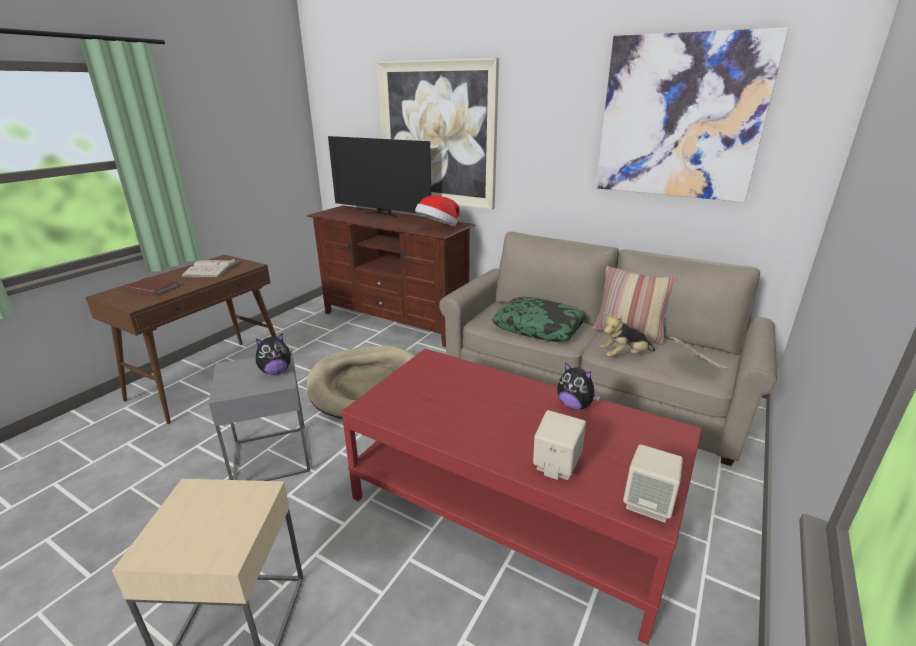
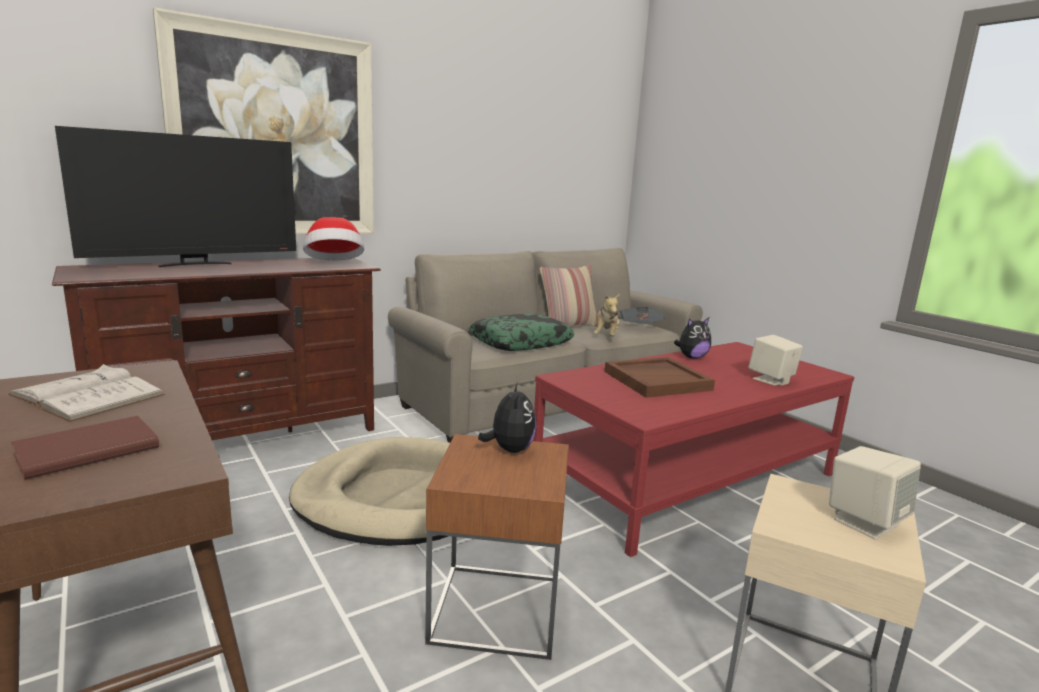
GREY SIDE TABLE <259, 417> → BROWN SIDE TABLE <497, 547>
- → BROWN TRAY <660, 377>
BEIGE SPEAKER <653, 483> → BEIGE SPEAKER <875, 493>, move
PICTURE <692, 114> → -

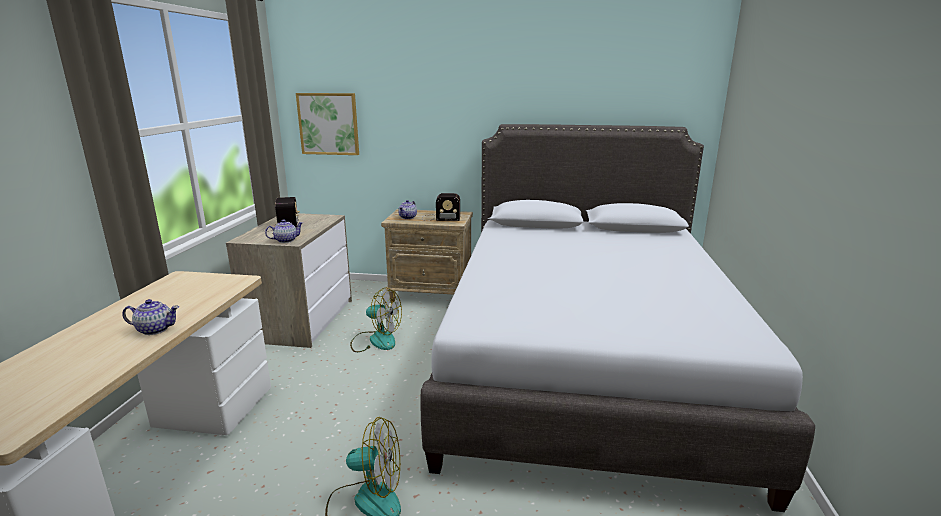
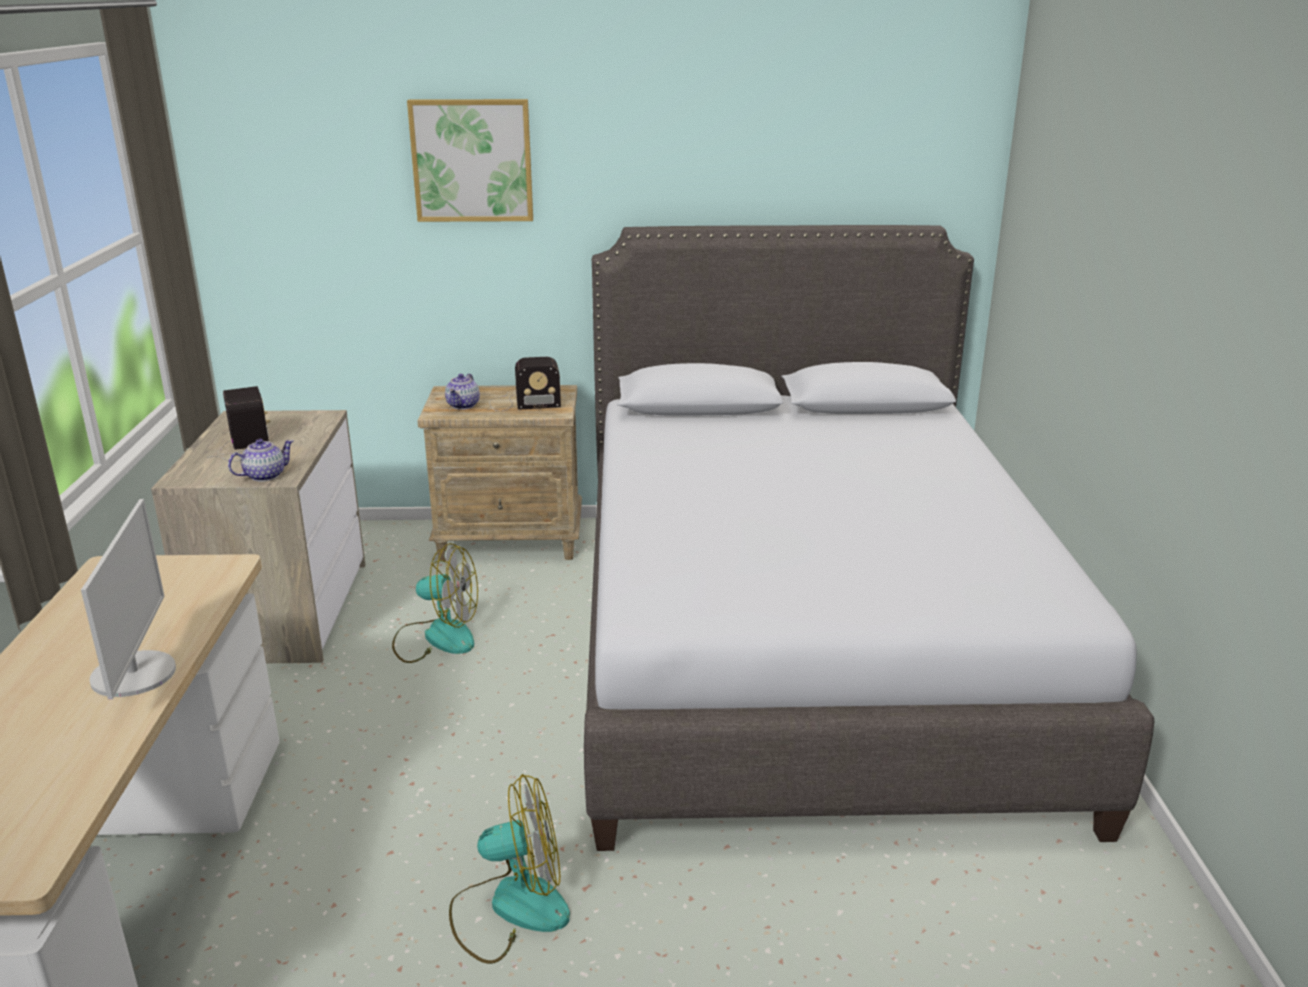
TEAPOT <150, 317> → MONITOR <128, 599>
PICTURE <327, 124> → PICTURE <470, 160>, move

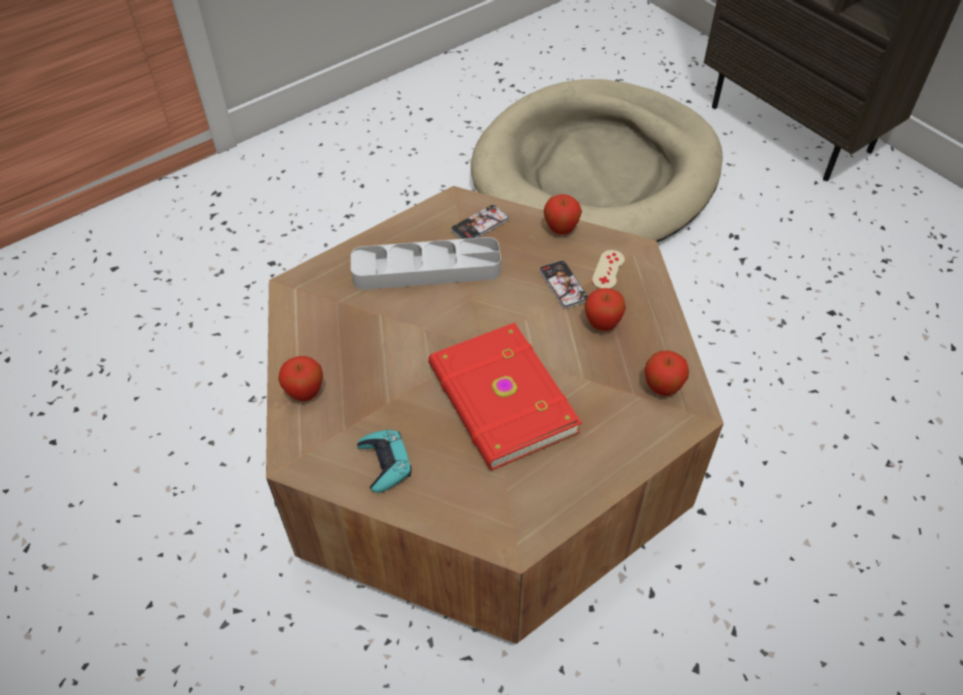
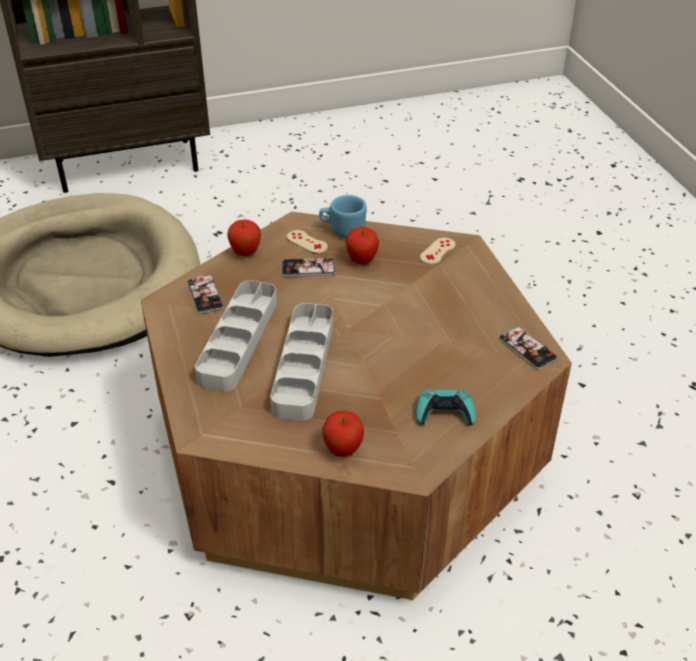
- → GREY TRAY <301, 362>
- → BLUE MUG <342, 216>
APPLE <667, 373> → BEIGE GAME CONTROLLER <438, 251>
- → PHONE <528, 348>
RED BOOK <505, 396> → -

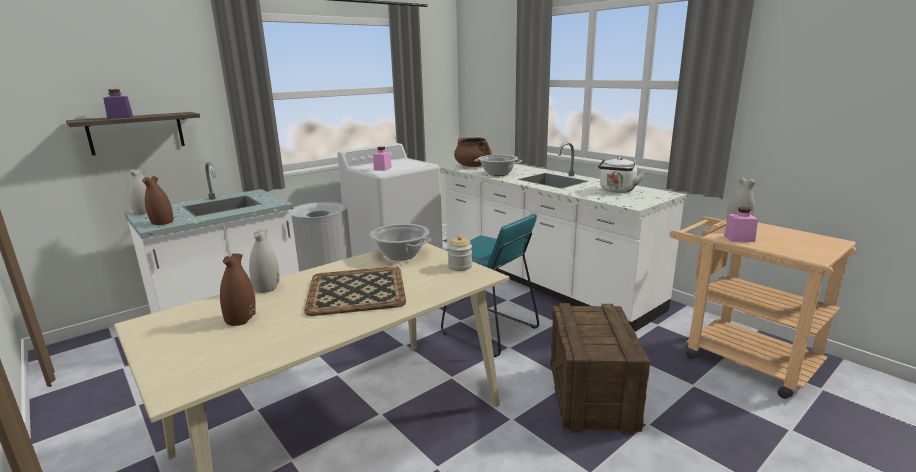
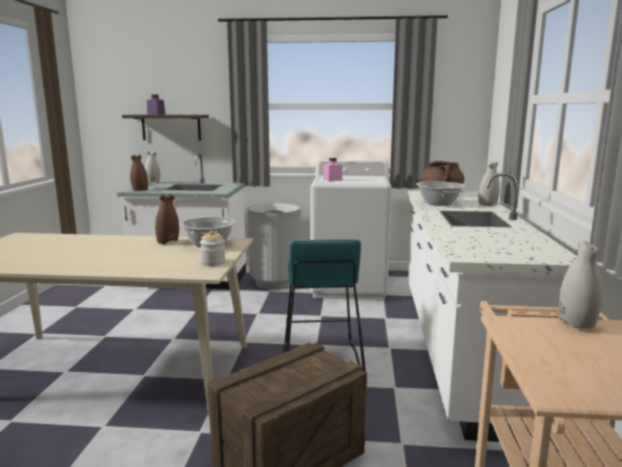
BROWN VASE <238, 289> → BROWN VASE <167, 219>, move
WHITE VASE <264, 261> → WHITE VASE <489, 184>, move
TRAY <355, 291> → -
WHITE KETTLE <621, 175> → -
PINK JAR <741, 224> → -

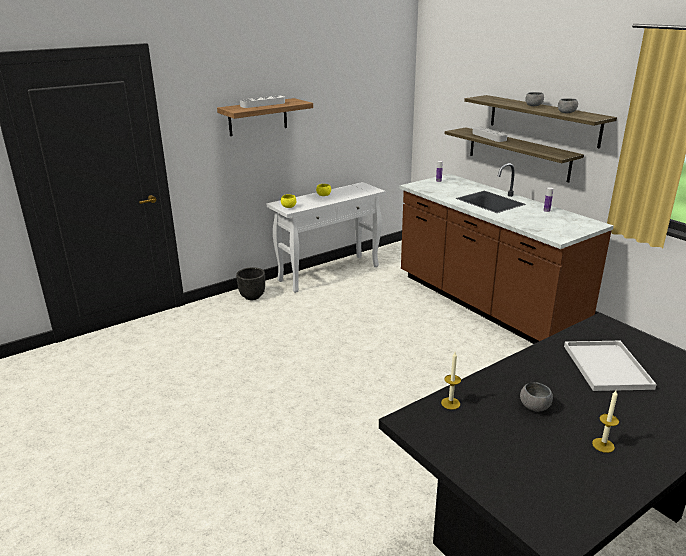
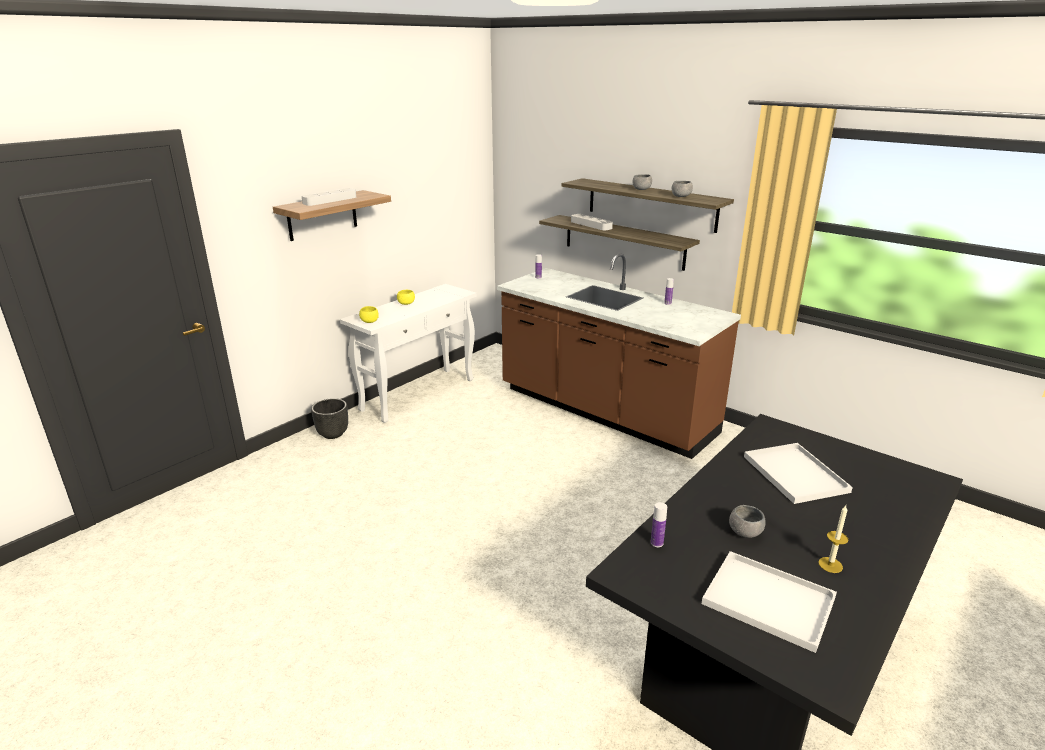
CANDLE <451, 381> → BOTTLE <659, 524>
- → WHITE TRAY <769, 602>

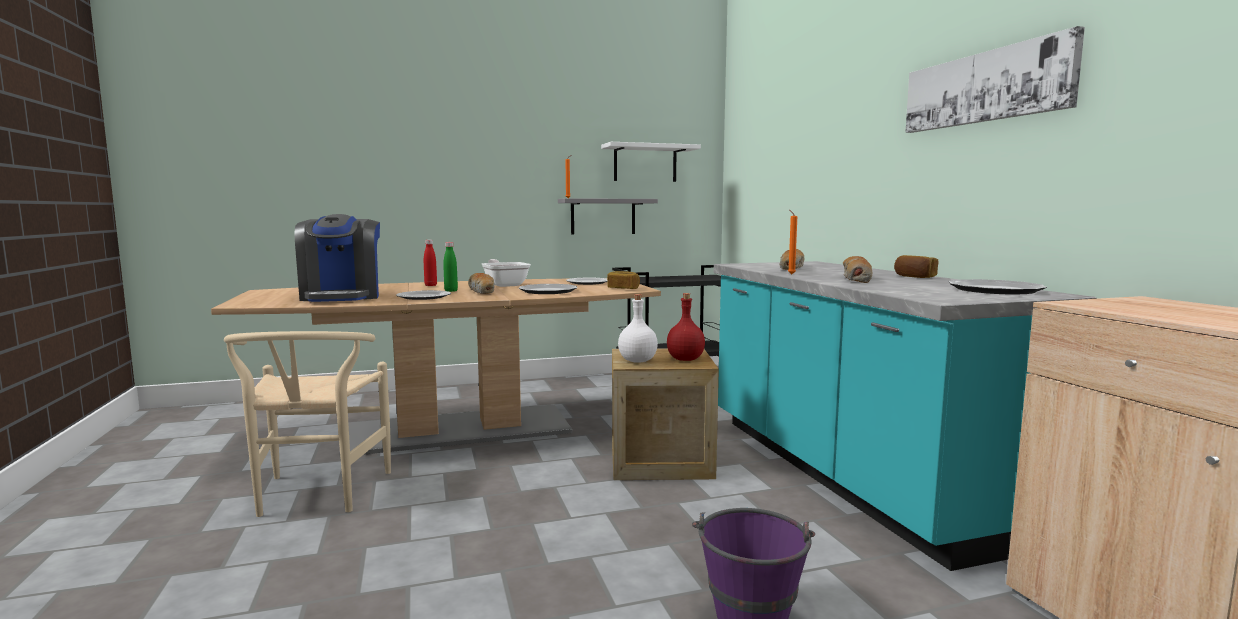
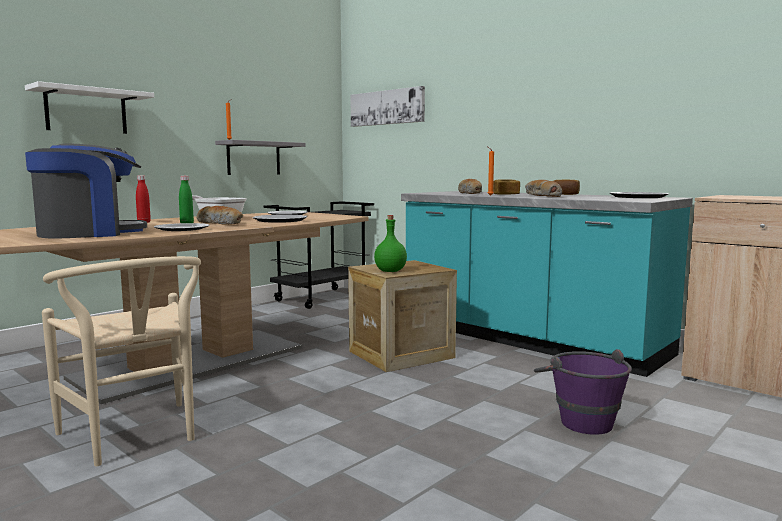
WHITE SHELF <651, 162> → WHITE SHELF <89, 107>, move
COFFEE MACHINE <337, 258> → COFFEE MACHINE <86, 191>, 75 degrees counterclockwise
PICTURE <995, 79> → PICTURE <388, 106>, move
WHITE BOTTLE <638, 328> → GREEN BOTTLE <390, 243>
BREAD <623, 280> → BREAD <506, 187>, move
RED BOTTLE <686, 327> → -

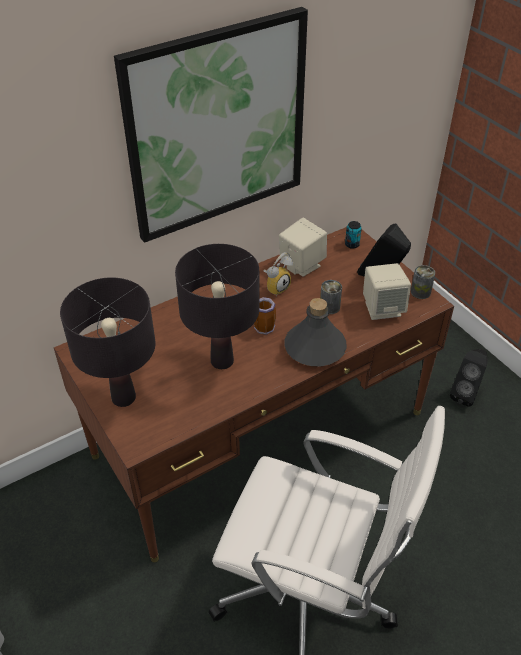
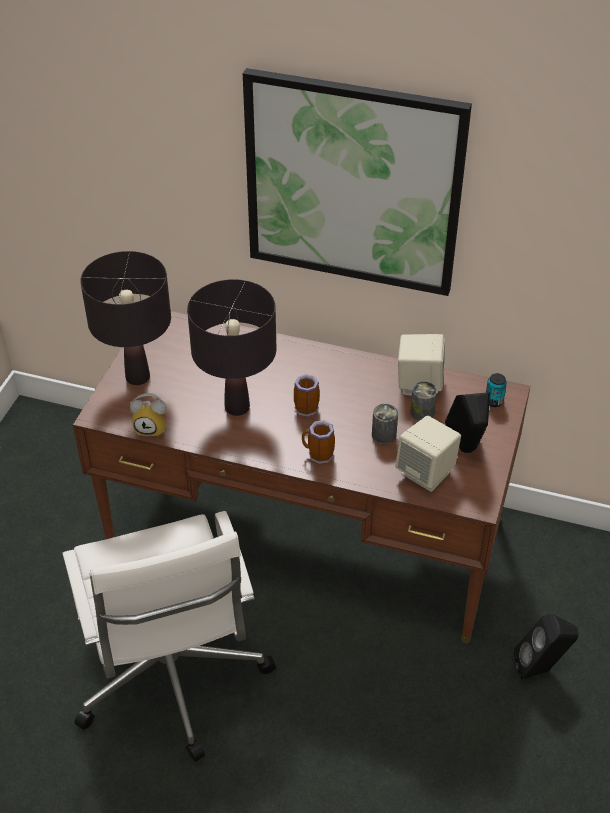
ALARM CLOCK <278, 274> → ALARM CLOCK <148, 415>, move
GREY BOTTLE <315, 332> → MUG <318, 442>
CAN <423, 282> → CAN <423, 401>, move

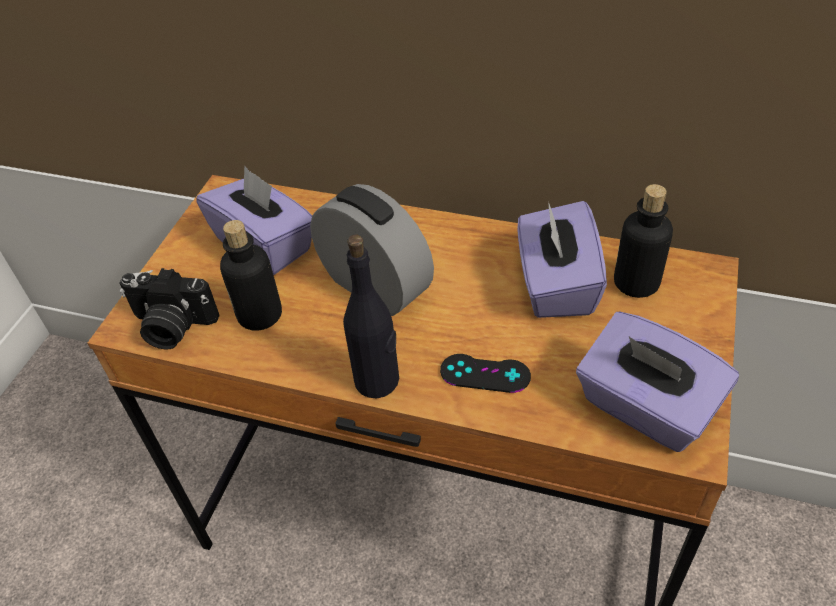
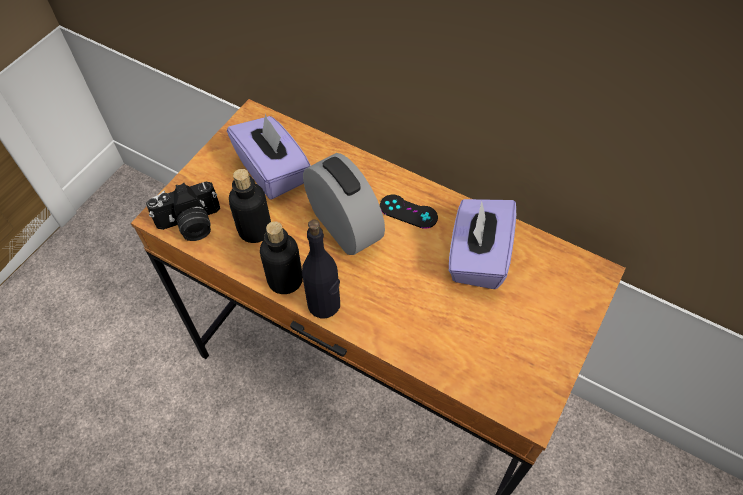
PHOTO CAMERA <170, 309> → PHOTO CAMERA <183, 211>, 45 degrees counterclockwise
BOTTLE <643, 241> → BOTTLE <281, 257>, move
BLACK GAME CONTROLLER <485, 373> → BLACK GAME CONTROLLER <409, 212>, move
PURPLE TISSUE BOX <657, 382> → -

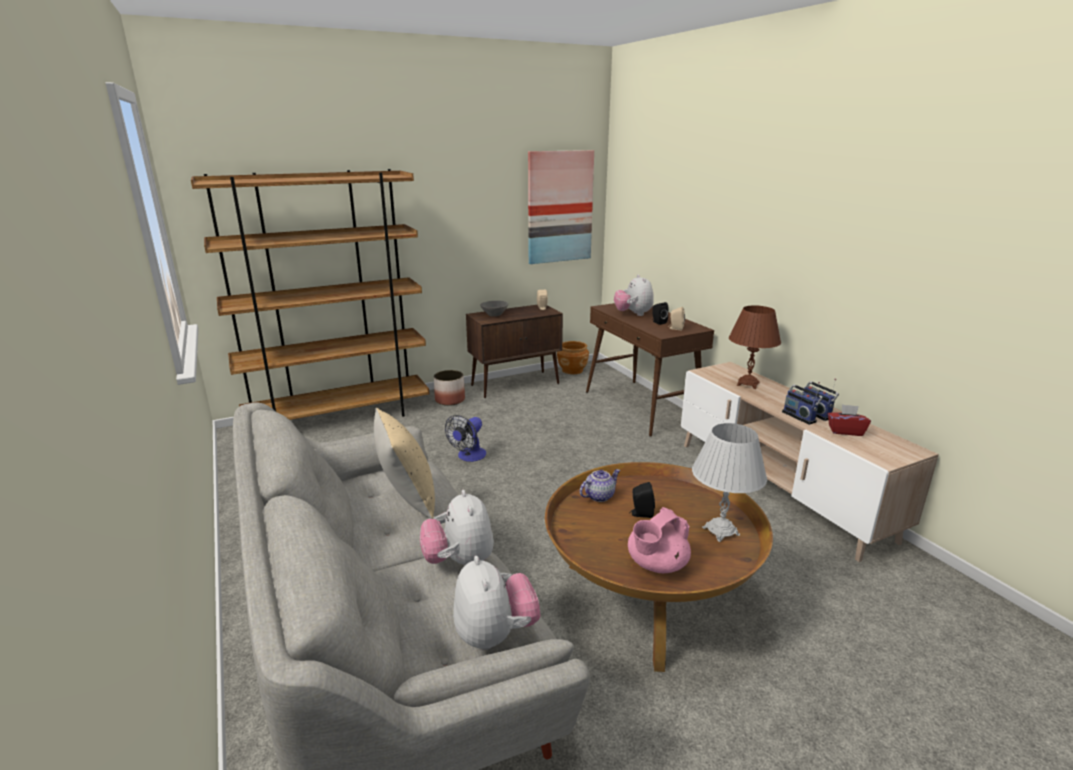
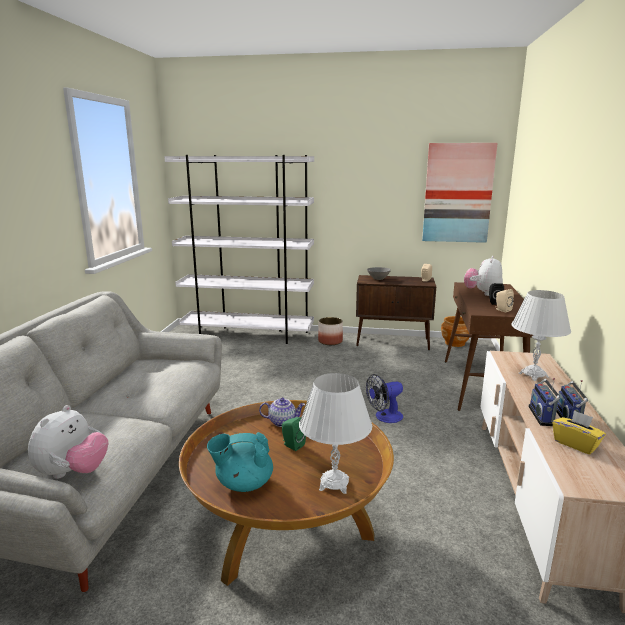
BROWN BOOKCASE <310, 294> → WHITE BOOKCASE <239, 249>
PINK TEAPOT <659, 540> → TURQUOISE TEAPOT <240, 462>
BLACK SPEAKER <642, 500> → GREEN SPEAKER <294, 434>
FAN <465, 438> → FAN <384, 398>, move
BROWN TABLE LAMP <755, 347> → WHITE TABLE LAMP <541, 335>
RED TISSUE BOX <849, 420> → YELLOW TISSUE BOX <579, 432>
BEIGE PILLOW <404, 463> → -
PLUSH TOY <457, 527> → -

